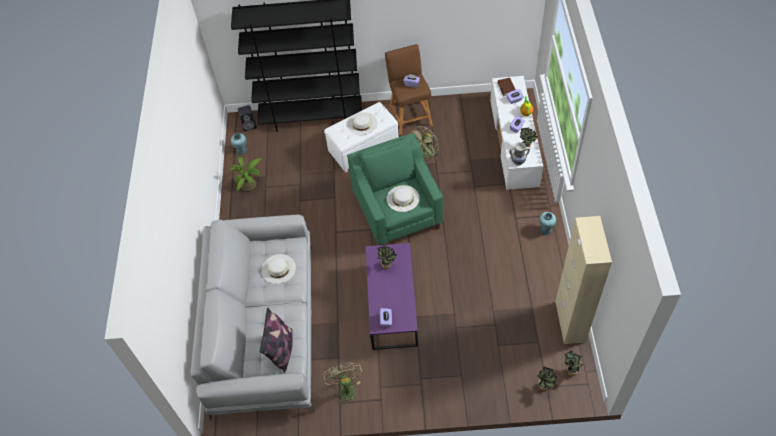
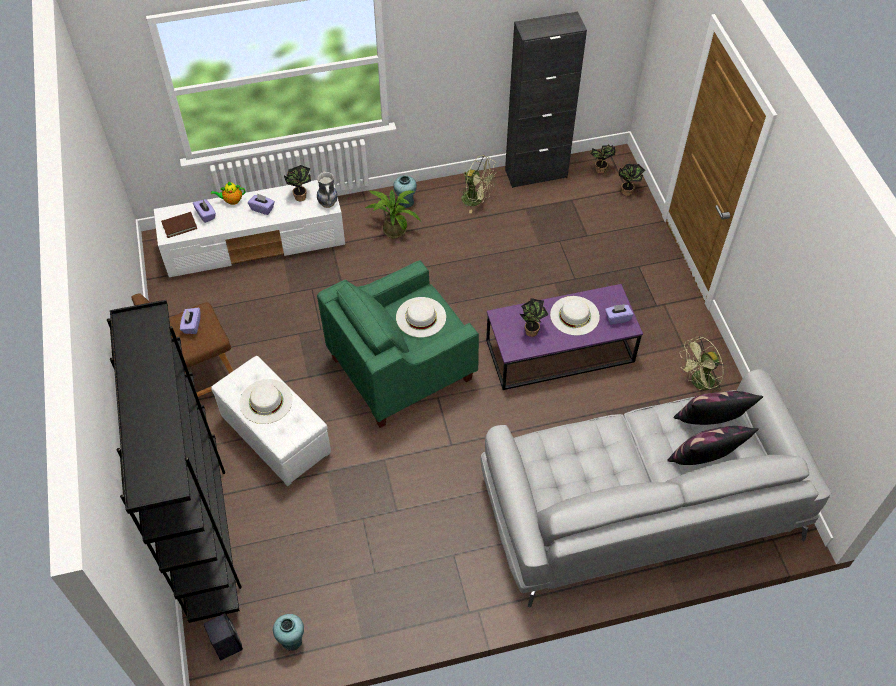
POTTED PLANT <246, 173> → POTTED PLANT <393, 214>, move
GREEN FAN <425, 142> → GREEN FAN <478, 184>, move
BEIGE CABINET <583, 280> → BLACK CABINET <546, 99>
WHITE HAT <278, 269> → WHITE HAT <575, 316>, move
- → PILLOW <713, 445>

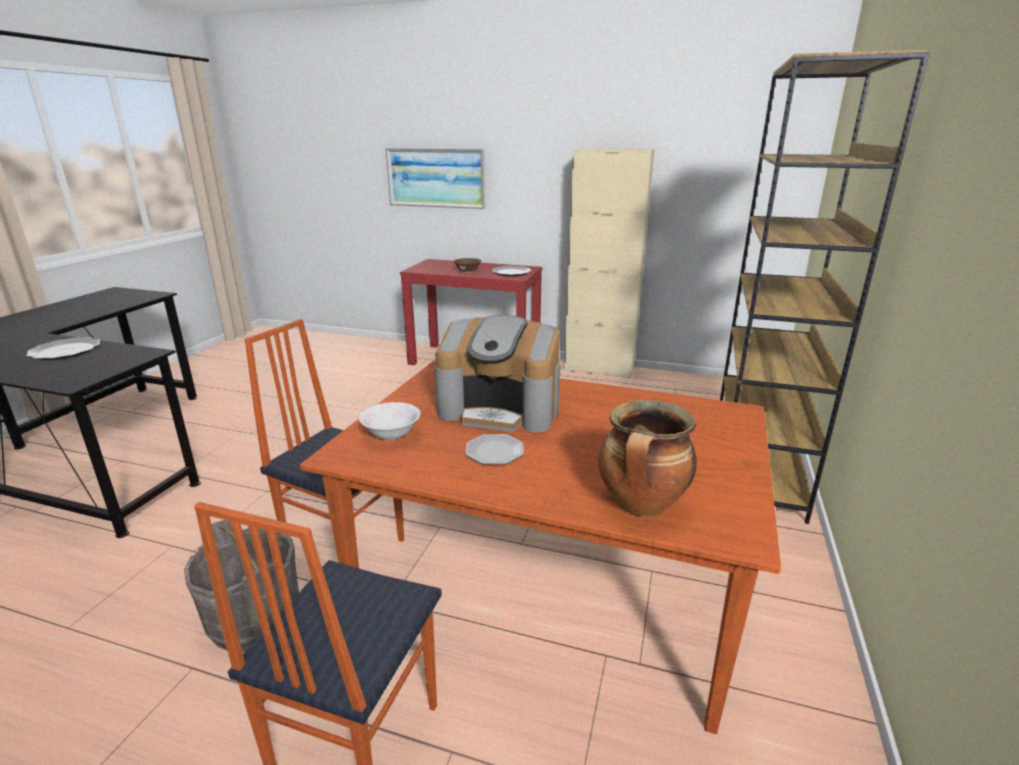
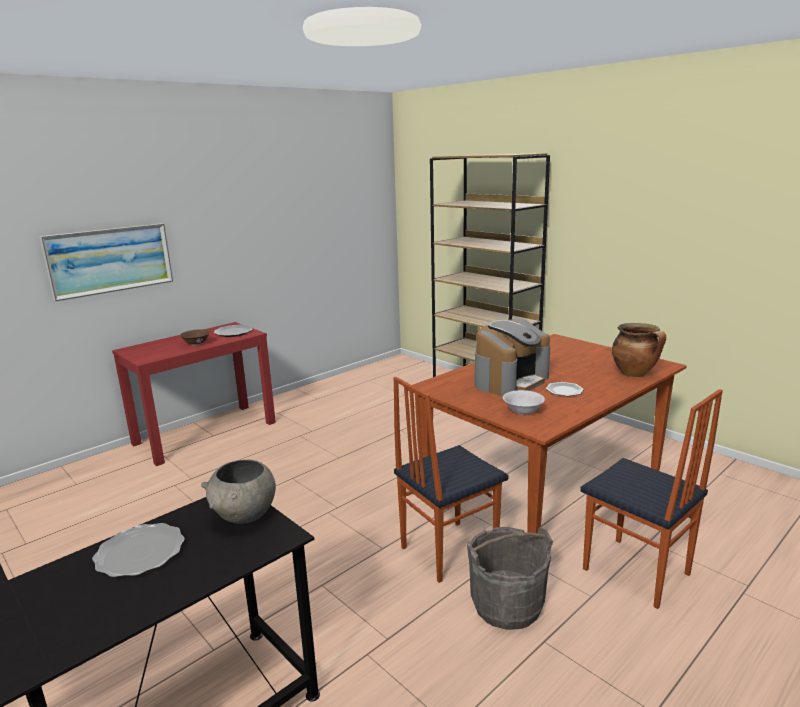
- → GREY BOWL <238, 492>
BEIGE CABINET <609, 263> → -

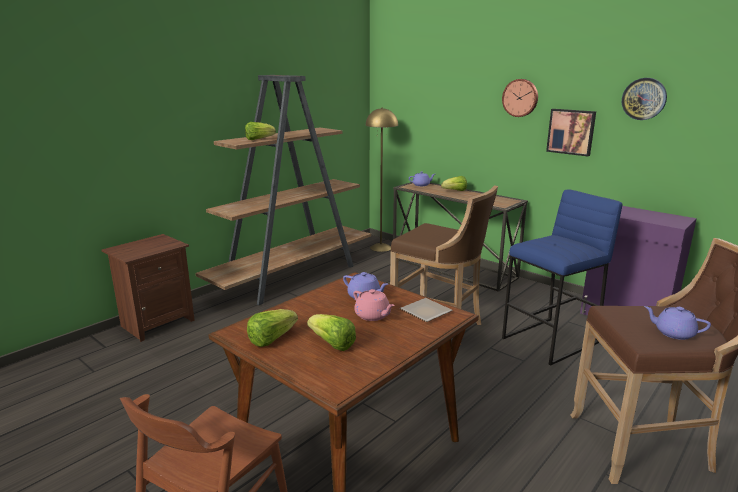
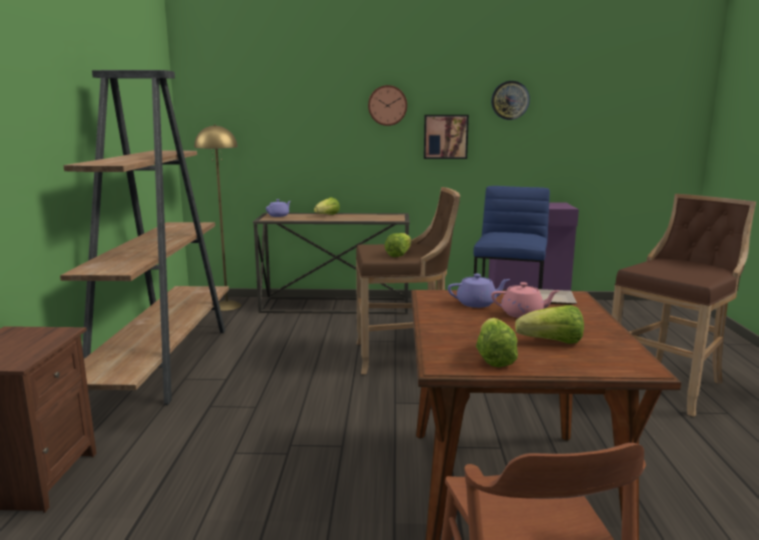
LETTUCE <260, 131> → LETTUCE <398, 245>, move
PURPLE TEAPOT <677, 323> → -

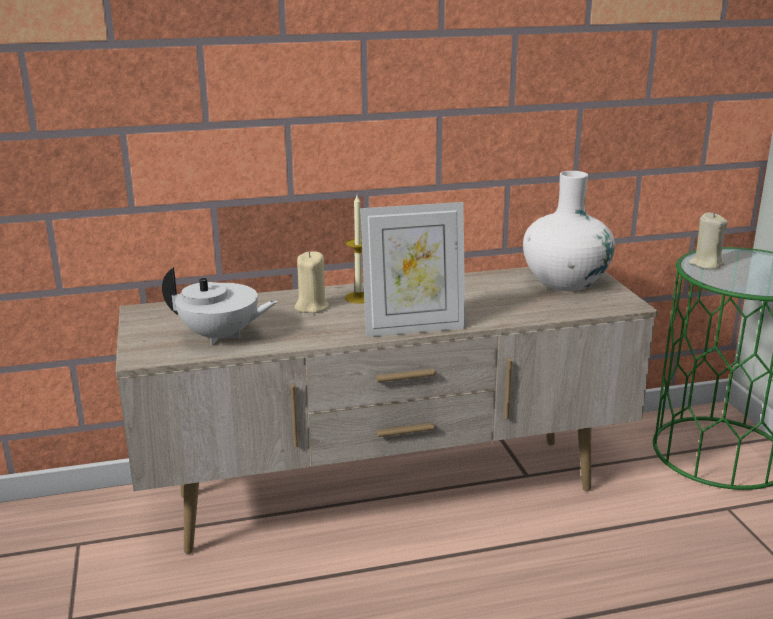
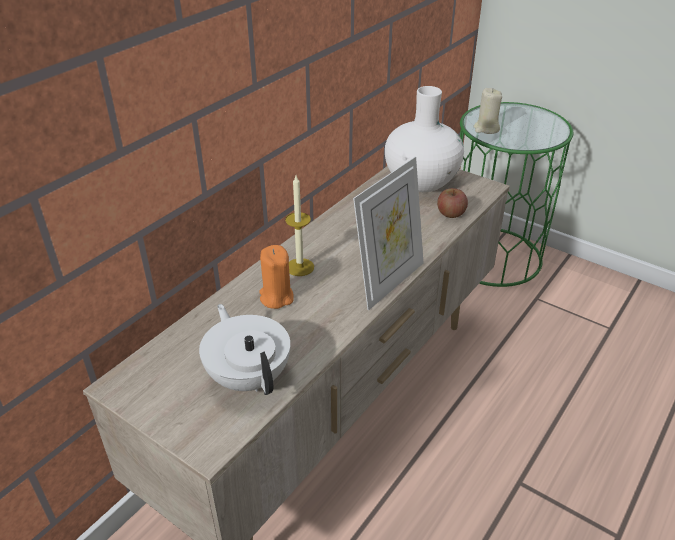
WHITE TEAPOT <220, 306> → WHITE TEAPOT <244, 349>, 90 degrees counterclockwise
BEIGE CANDLE <312, 282> → ORANGE CANDLE <276, 277>
- → APPLE <452, 203>

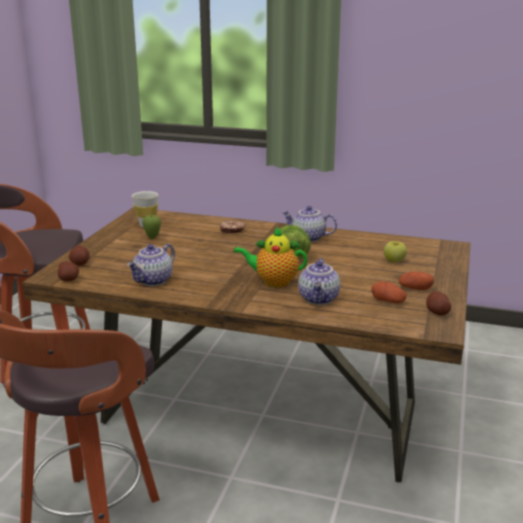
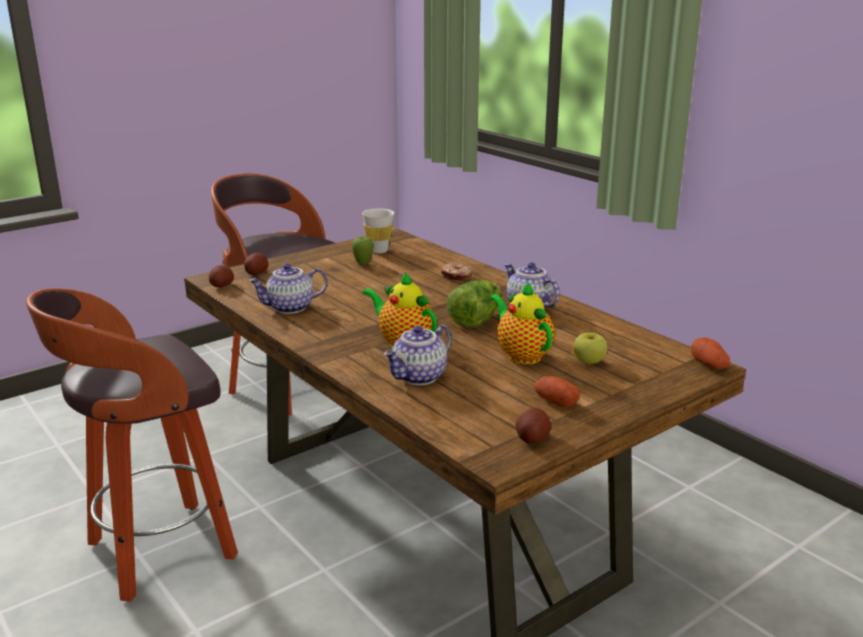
- → TEAPOT <522, 323>
POTATO <389, 292> → POTATO <710, 353>, move

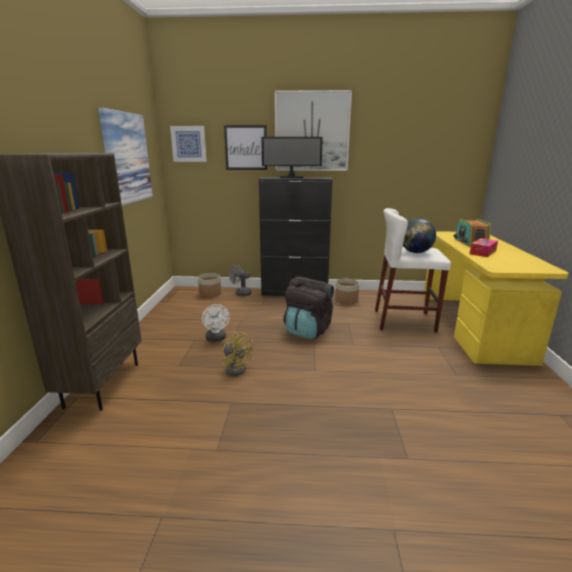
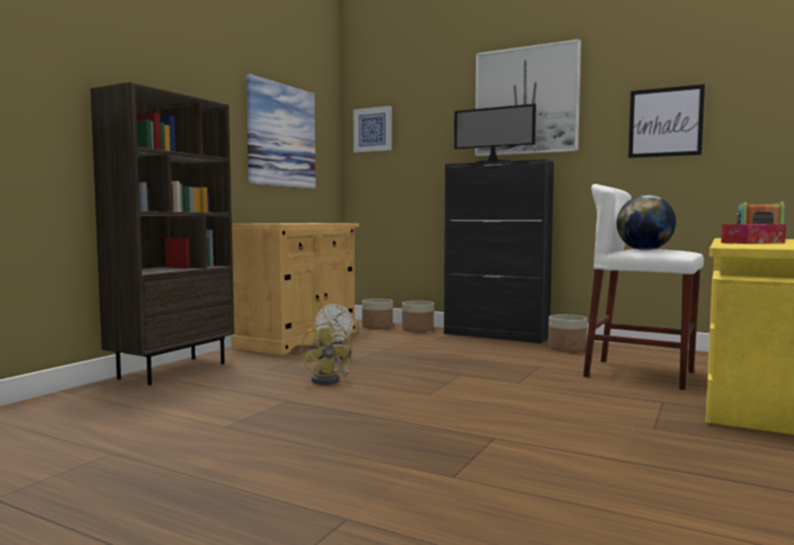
- → BEIGE CABINET <295, 289>
GREY FAN <240, 280> → PLANTER <418, 316>
PICTURE <245, 147> → PICTURE <666, 121>, move
BLACK BACKPACK <308, 308> → -

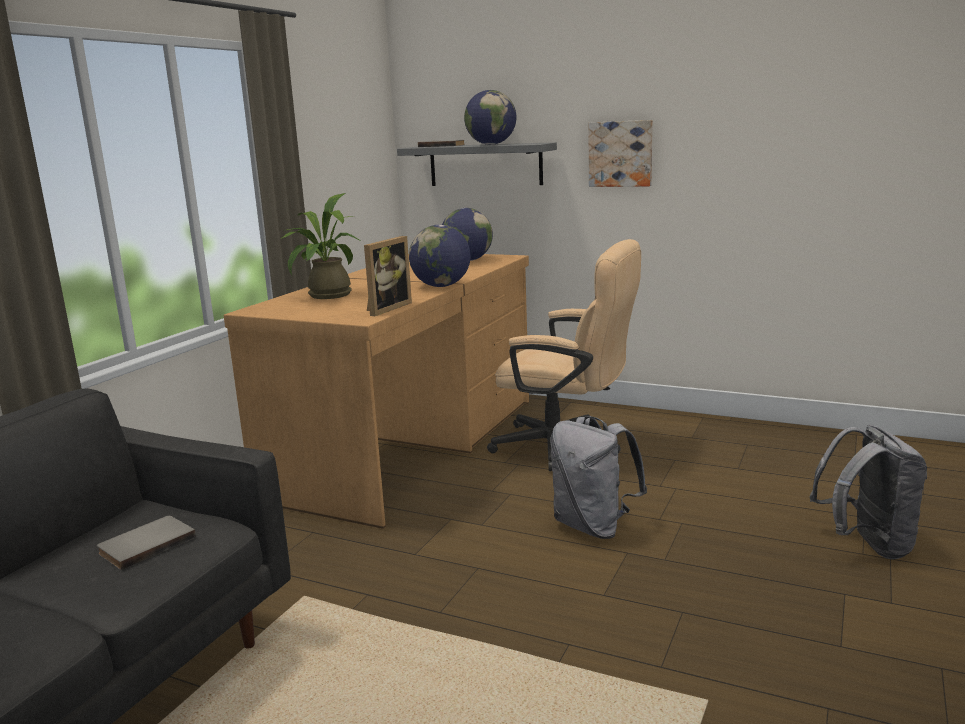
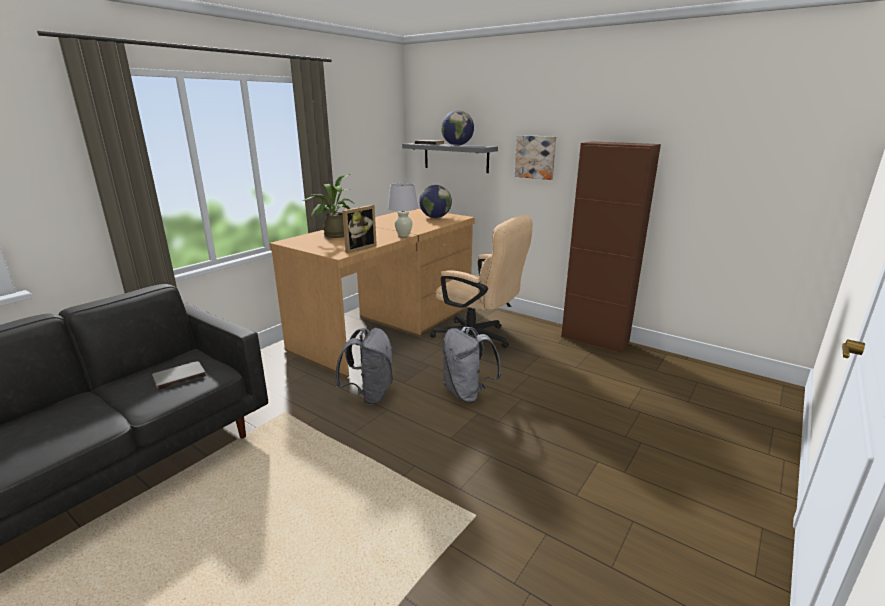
GREY BACKPACK <868, 492> → GREY BACKPACK <364, 366>, move
GLOBE <439, 256> → WHITE TABLE LAMP <403, 210>
- → BROWN CABINET <611, 247>

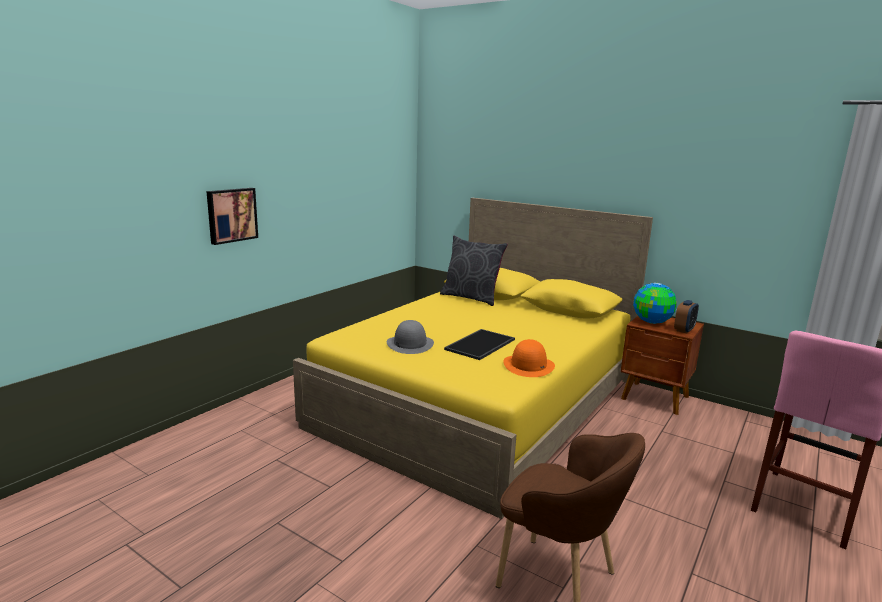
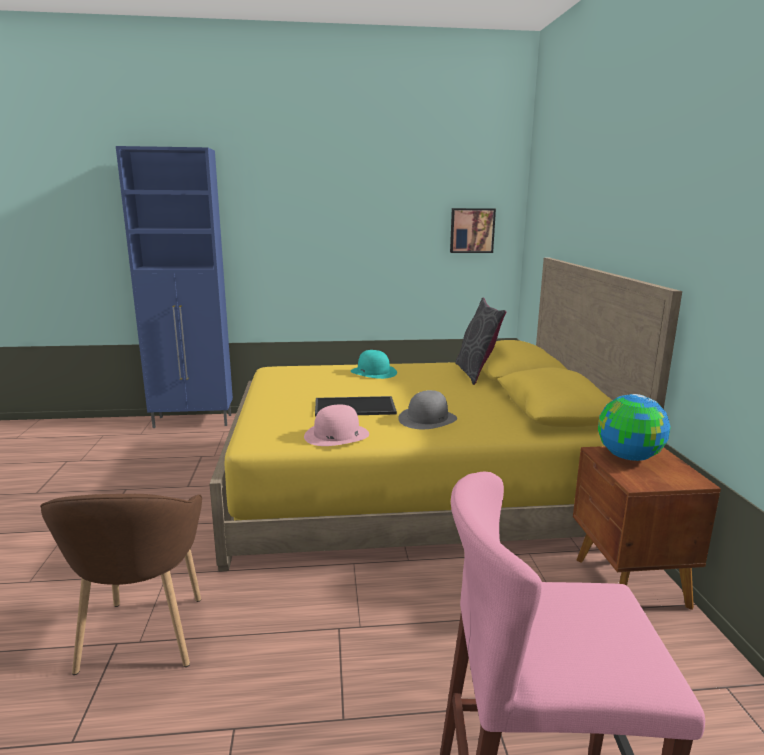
- → BLUE CABINET <174, 287>
ORANGE HAT <529, 358> → PINK HAT <336, 425>
- → TURQUOISE HAT <373, 364>
GREY HAT <410, 337> → GREY HAT <427, 409>, move
PICTURE <232, 216> → PICTURE <473, 230>, move
ALARM CLOCK <686, 316> → -

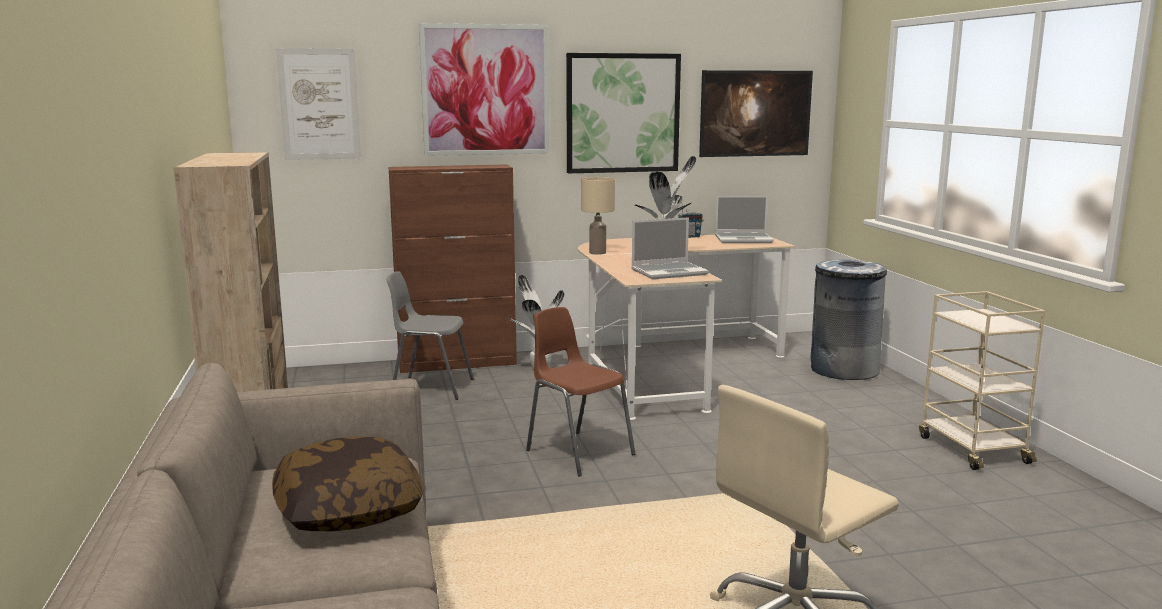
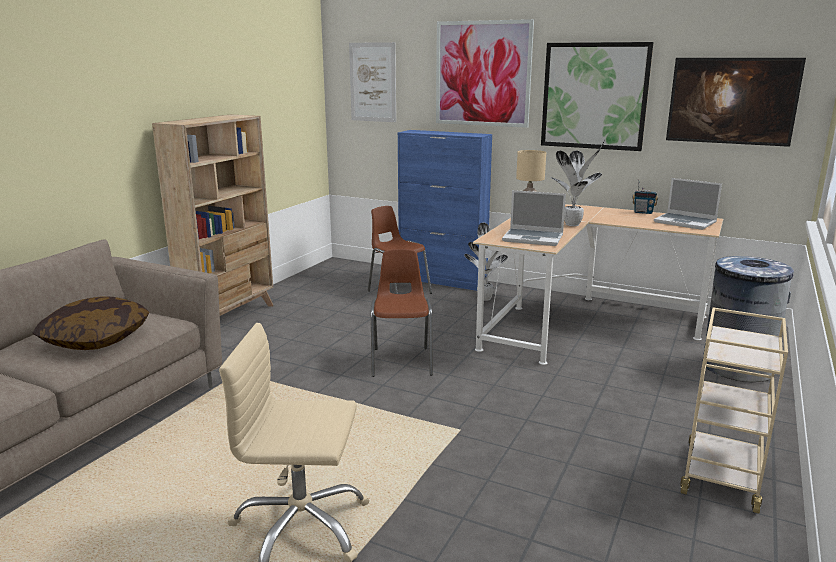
GREY CHAIR <430, 335> → BROWN CHAIR <400, 250>
BROWN CABINET <452, 268> → BLUE CABINET <445, 210>

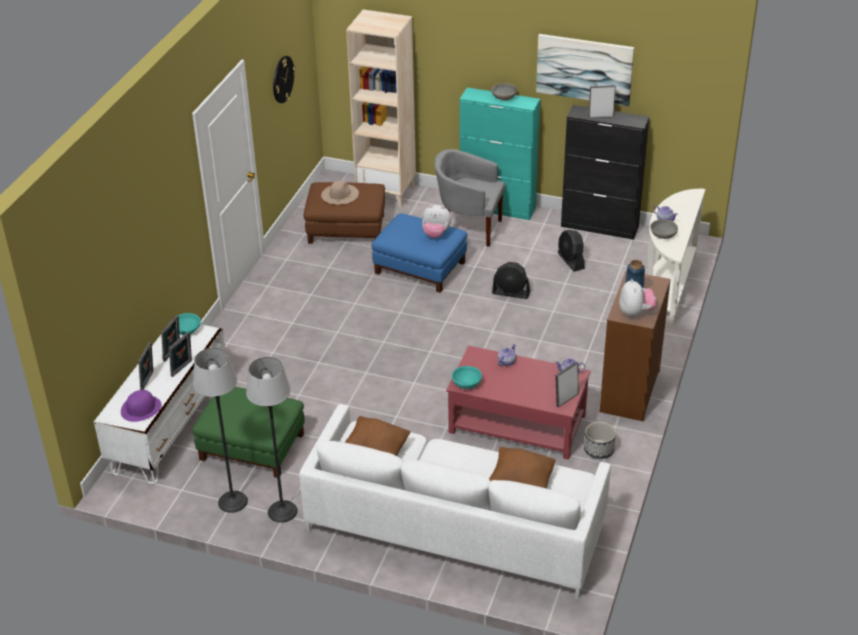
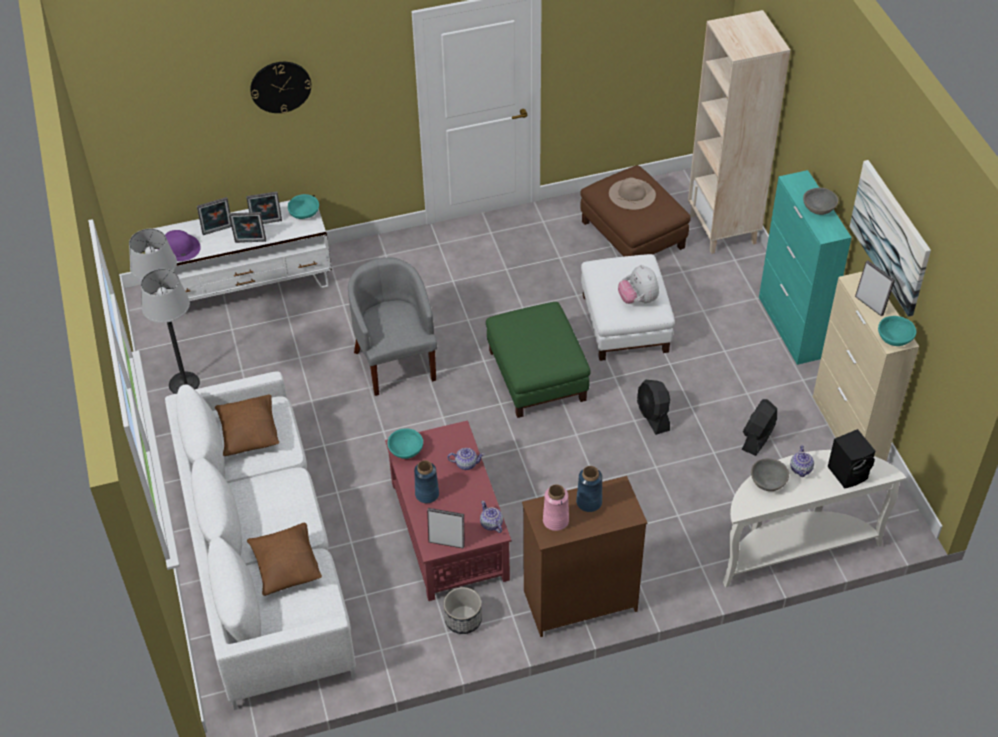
WALL CLOCK <284, 79> → WALL CLOCK <280, 88>, move
GREY ARMCHAIR <470, 198> → GREY ARMCHAIR <392, 327>, move
- → BLUE VASE <426, 481>
GREEN OTTOMAN <248, 432> → GREEN OTTOMAN <538, 360>, move
PLUSH TOY <638, 298> → PINK VASE <556, 507>
BLUE OTTOMAN <419, 253> → WHITE OTTOMAN <628, 307>
BLACK CABINET <605, 172> → BEIGE CABINET <866, 366>
- → BLACK SPEAKER <851, 459>
- → TURQUOISE BOWL <897, 331>

